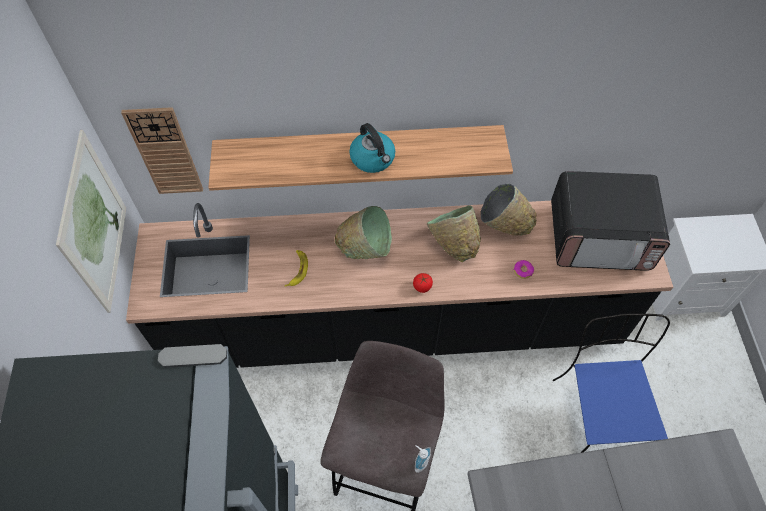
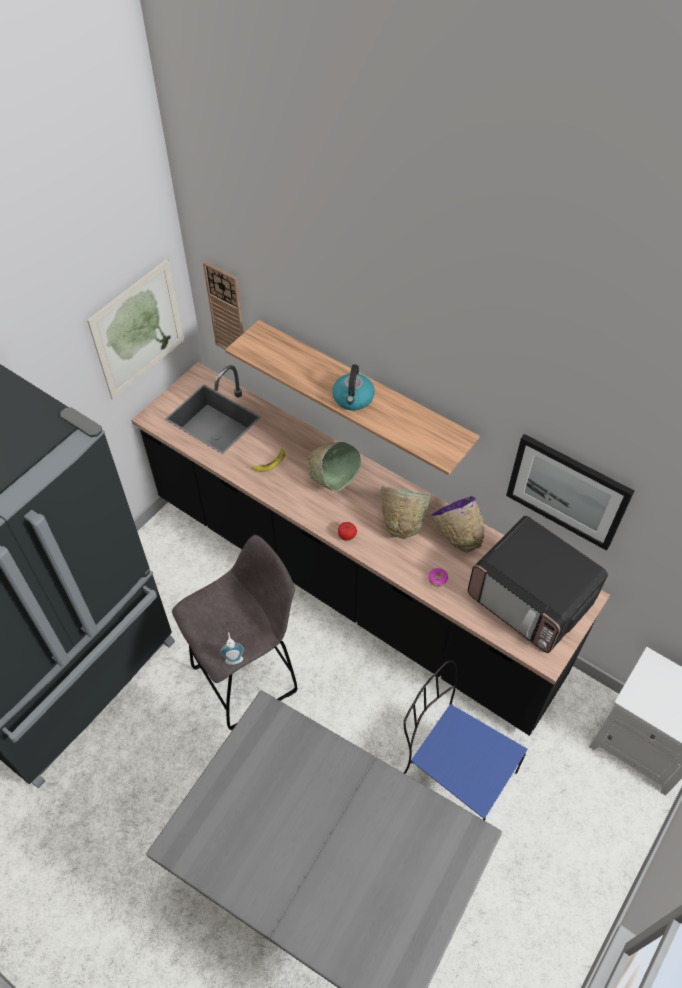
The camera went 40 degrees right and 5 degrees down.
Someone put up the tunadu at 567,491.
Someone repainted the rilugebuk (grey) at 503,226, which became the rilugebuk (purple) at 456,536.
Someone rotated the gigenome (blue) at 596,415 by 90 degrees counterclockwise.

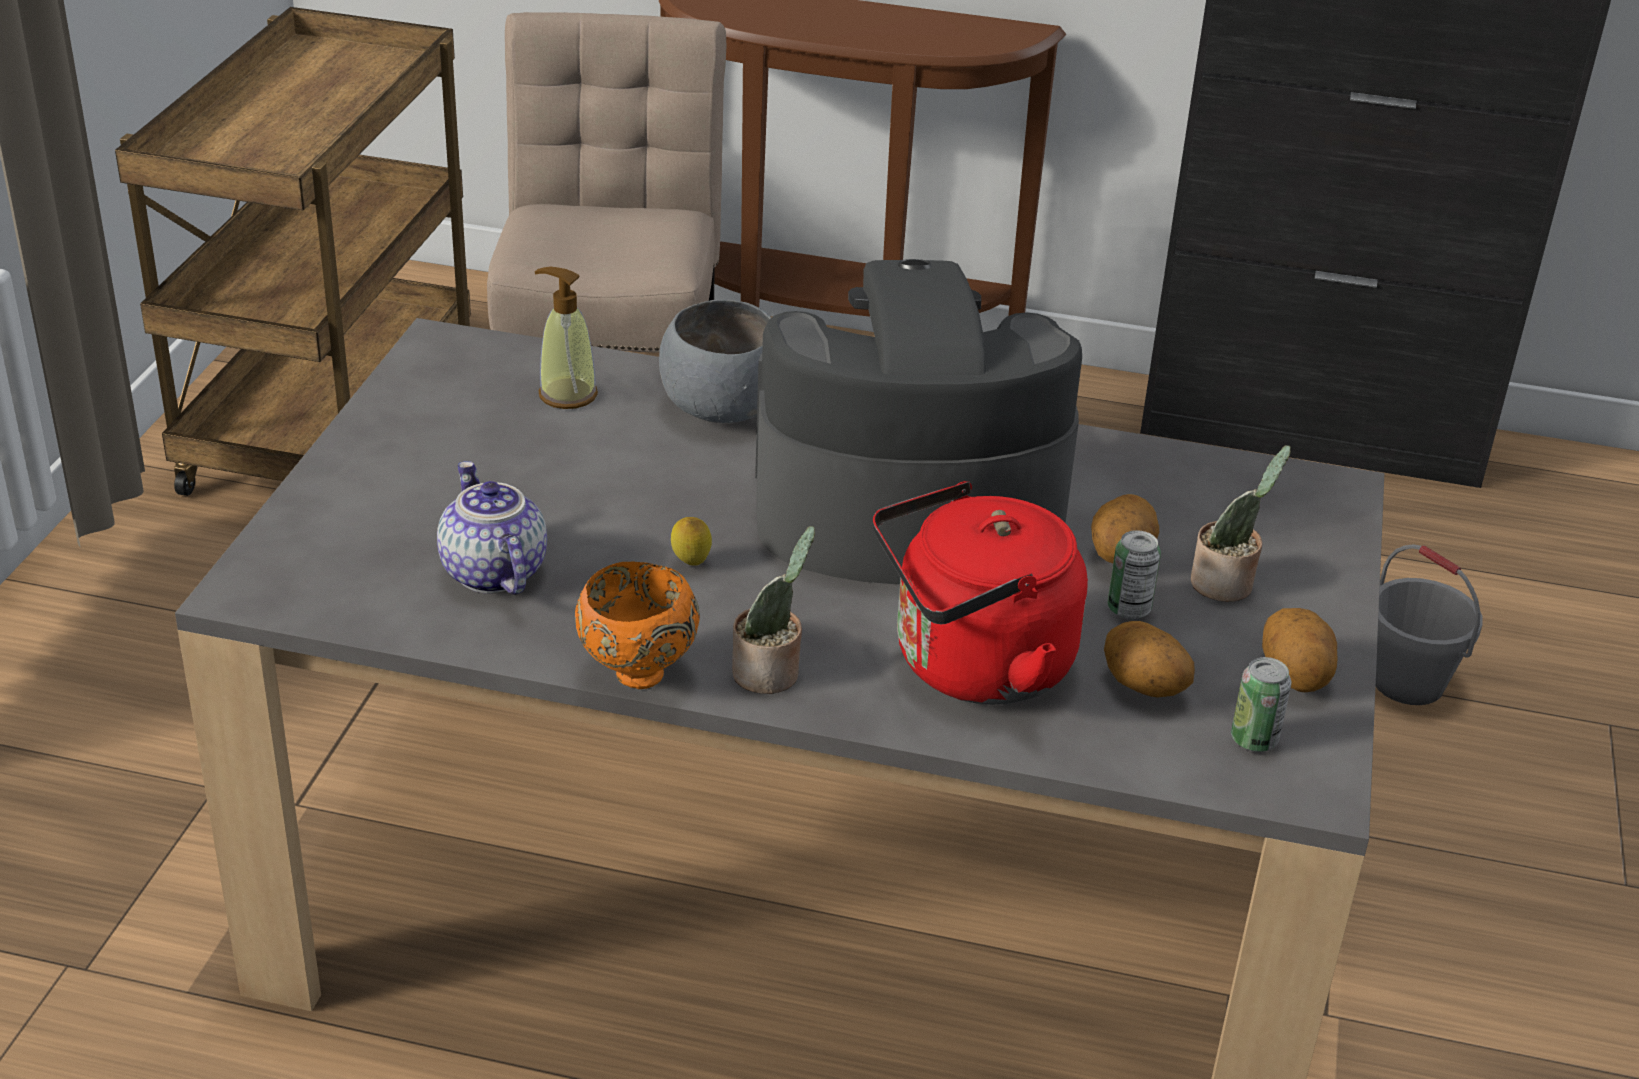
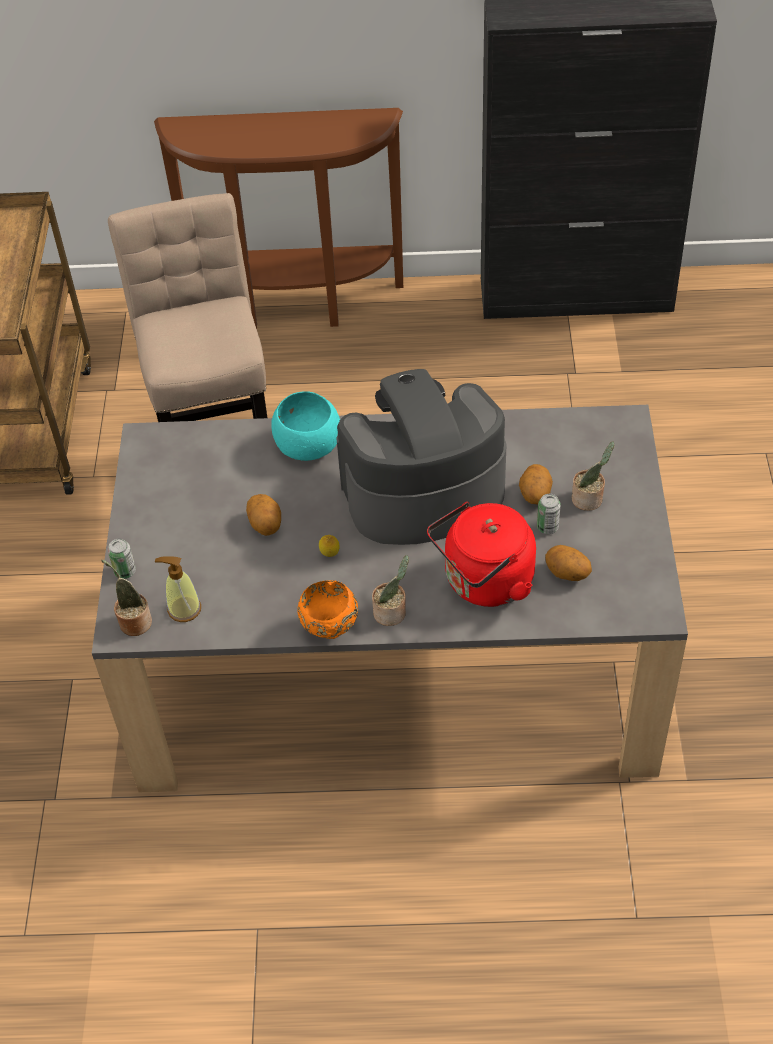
The camera went 10 degrees left and 15 degrees up.
Someone took away the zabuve at 491,572.
Someone took away the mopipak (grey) at 1408,682.
Someone put down the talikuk at 133,621.
Someone carried the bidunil from 567,394 to 184,609.
Someone carried the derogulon from 1254,740 to 125,571.
Someone carried the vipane from 1295,676 to 266,525.
Someone repainted the rilugebuk (grey) at 722,408, which became the rilugebuk (turquoise) at 308,446.

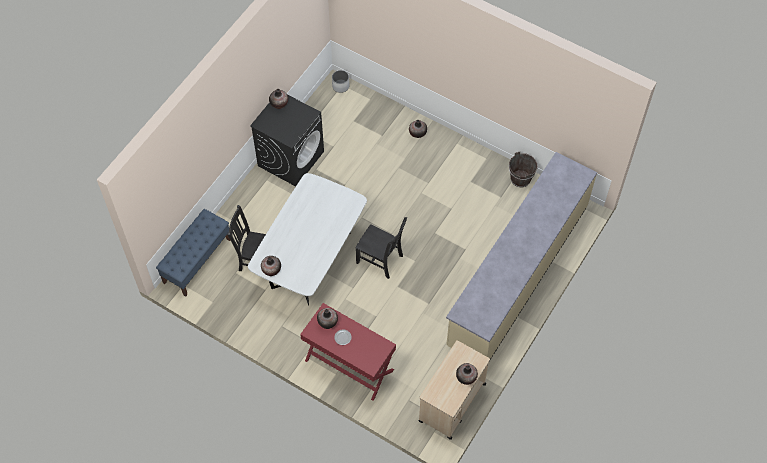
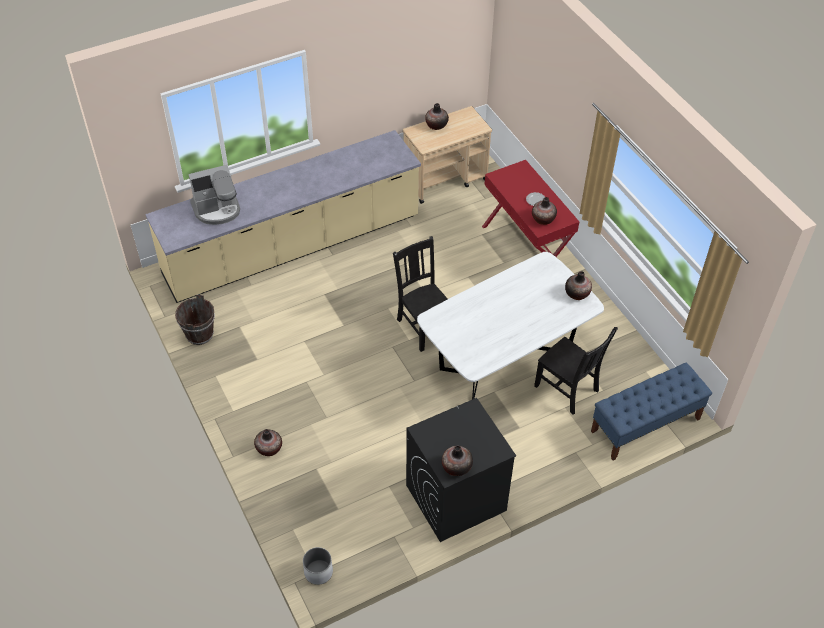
The camera went 150 degrees left and 10 degrees down.
Someone put down the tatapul at 217,209.

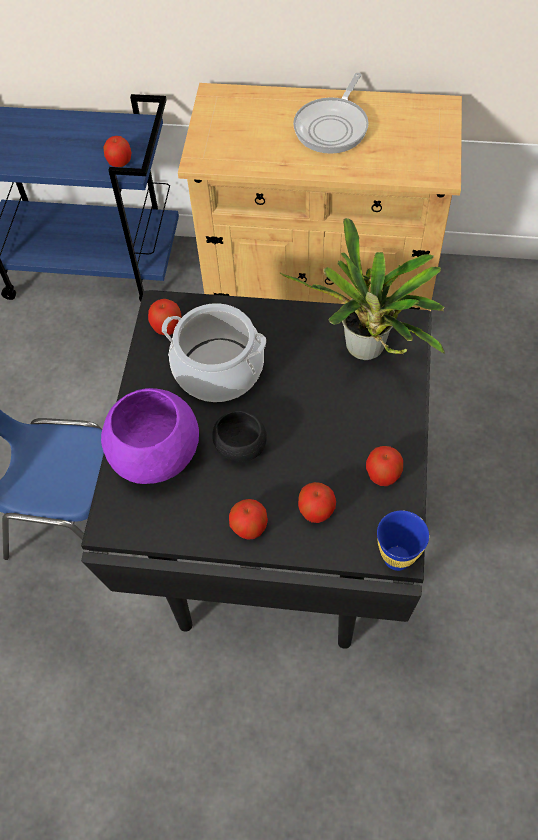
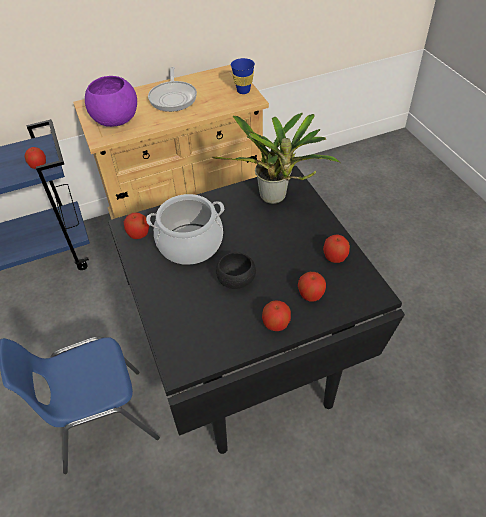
The camera went 30 degrees left and 10 degrees down.
Someone carried the rilugebuk (purple) from 156,457 to 116,121.
Someone carried the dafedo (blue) from 397,558 to 243,91.

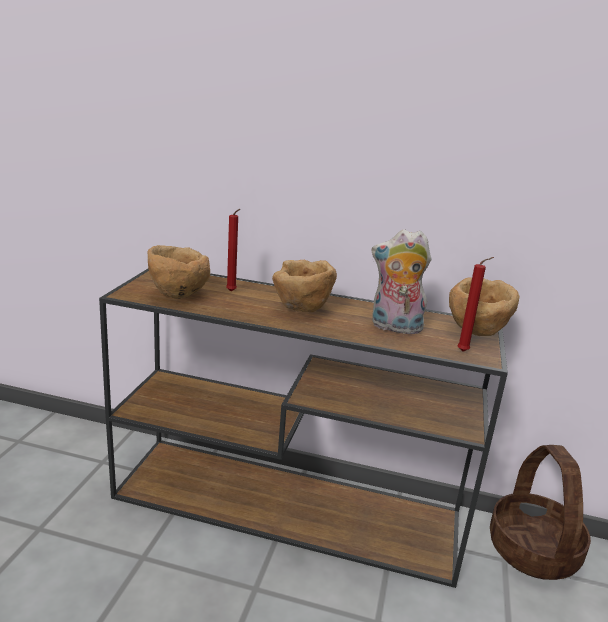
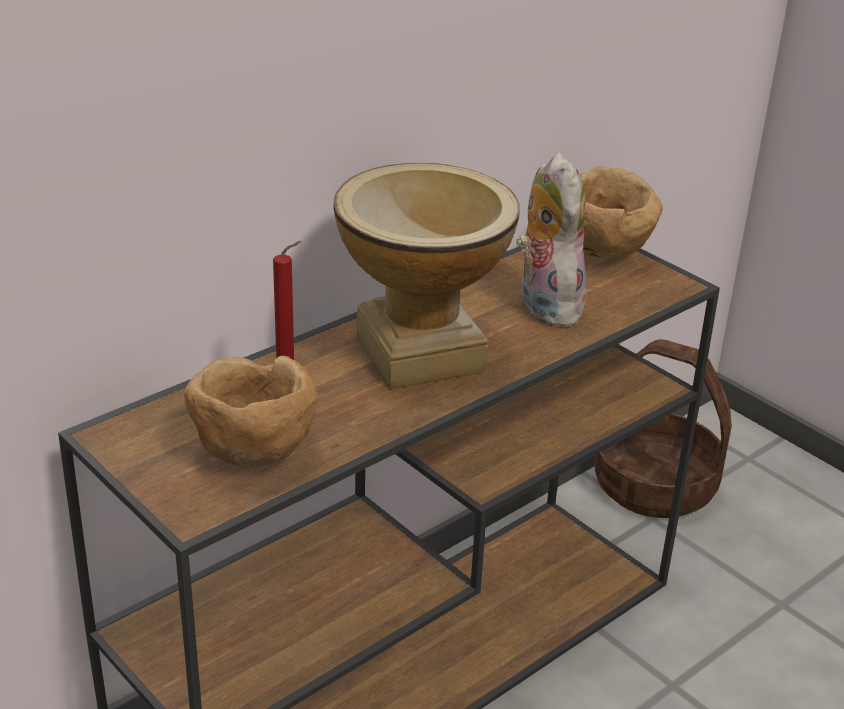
The camera went 55 degrees left and 10 degrees up.
Someone took away the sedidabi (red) at 465,352.
Someone swapped the rilugebuk (brown) at 302,309 for the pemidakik at 421,354.
Someone rotated the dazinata at 394,328 by 120 degrees clockwise.

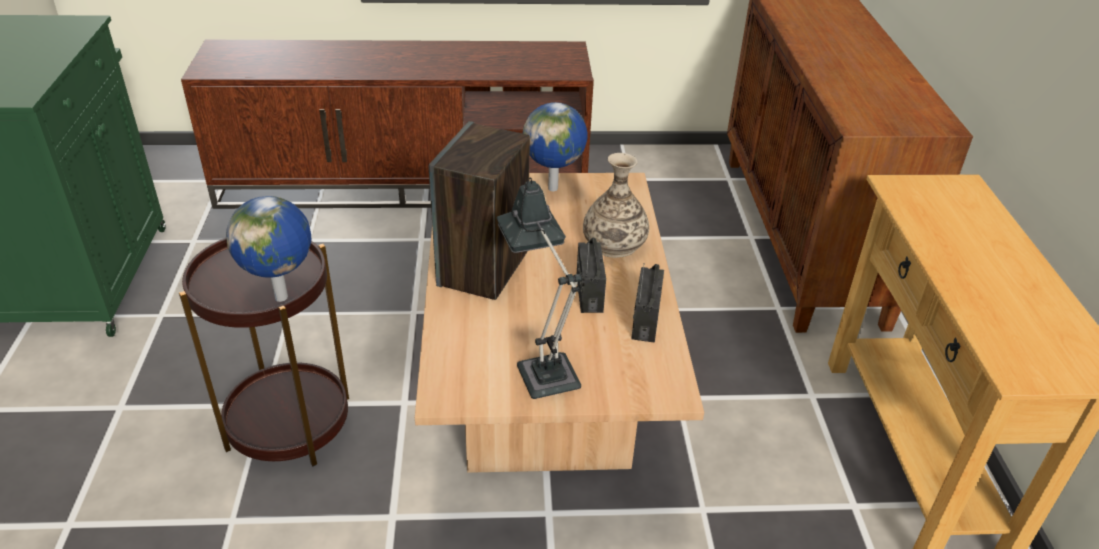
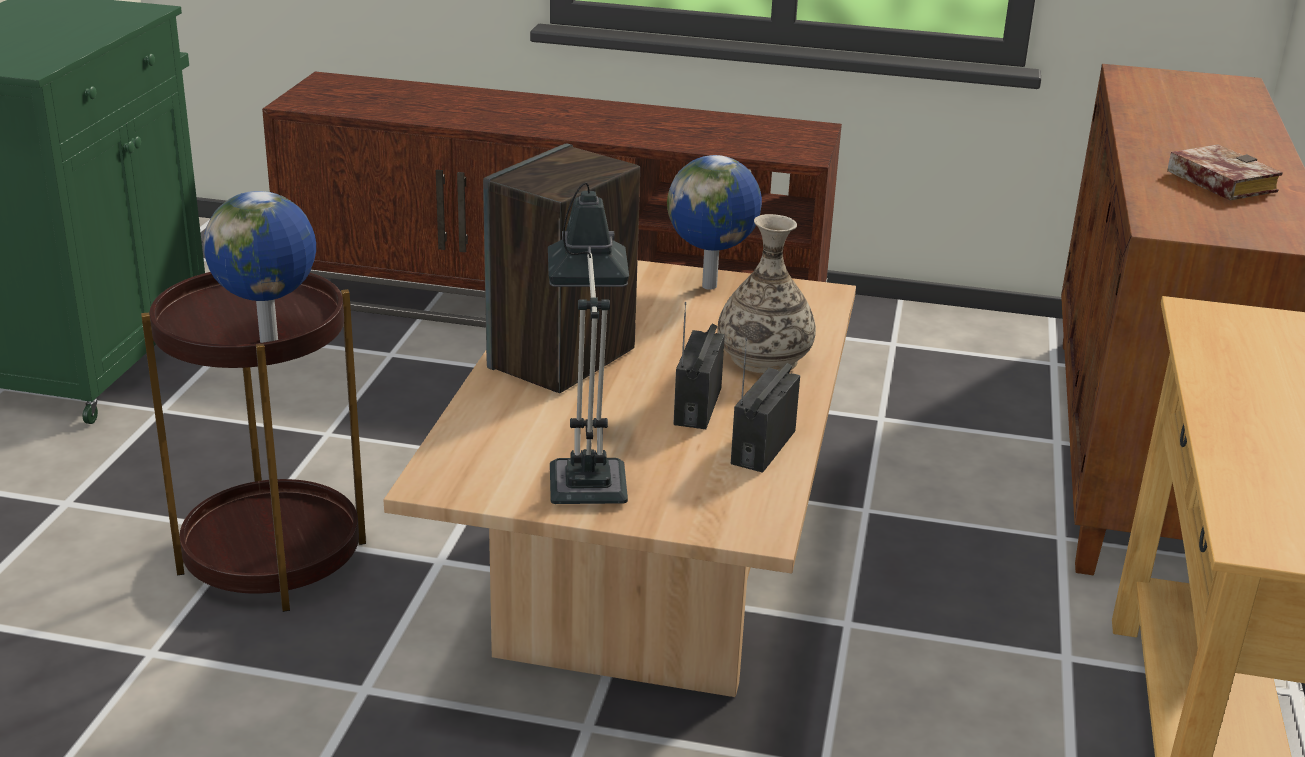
The camera went 15 degrees right and 10 degrees down.
Someone put down the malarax at 1216,182.

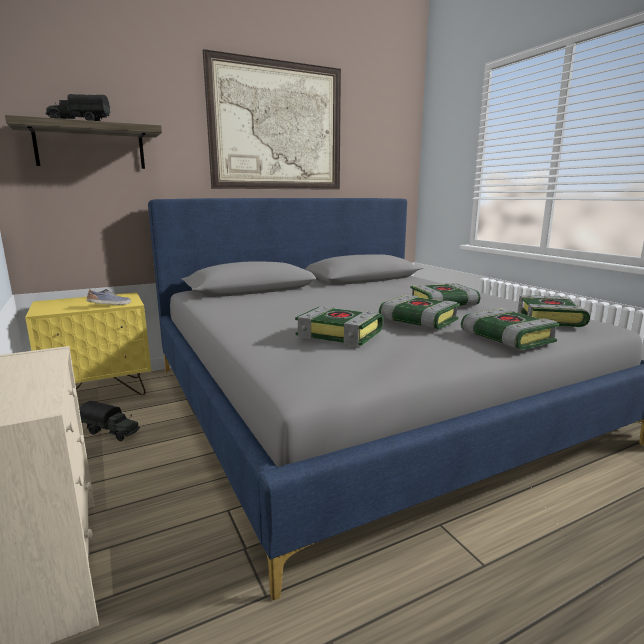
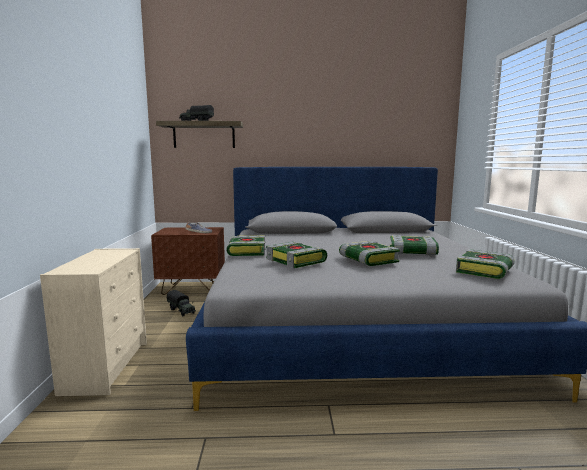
The camera went 25 degrees right and 5 degrees down.
Someone took away the tunadu at 277,127.
Someone carried the malarax from 505,338 to 246,251.
Someone repainted the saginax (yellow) at 100,392, which became the saginax (brown) at 192,289.

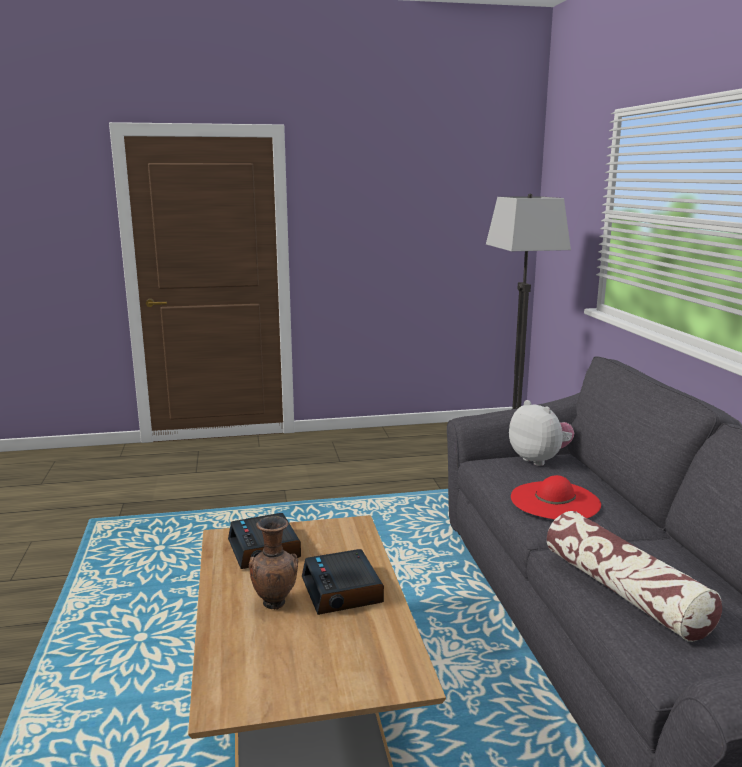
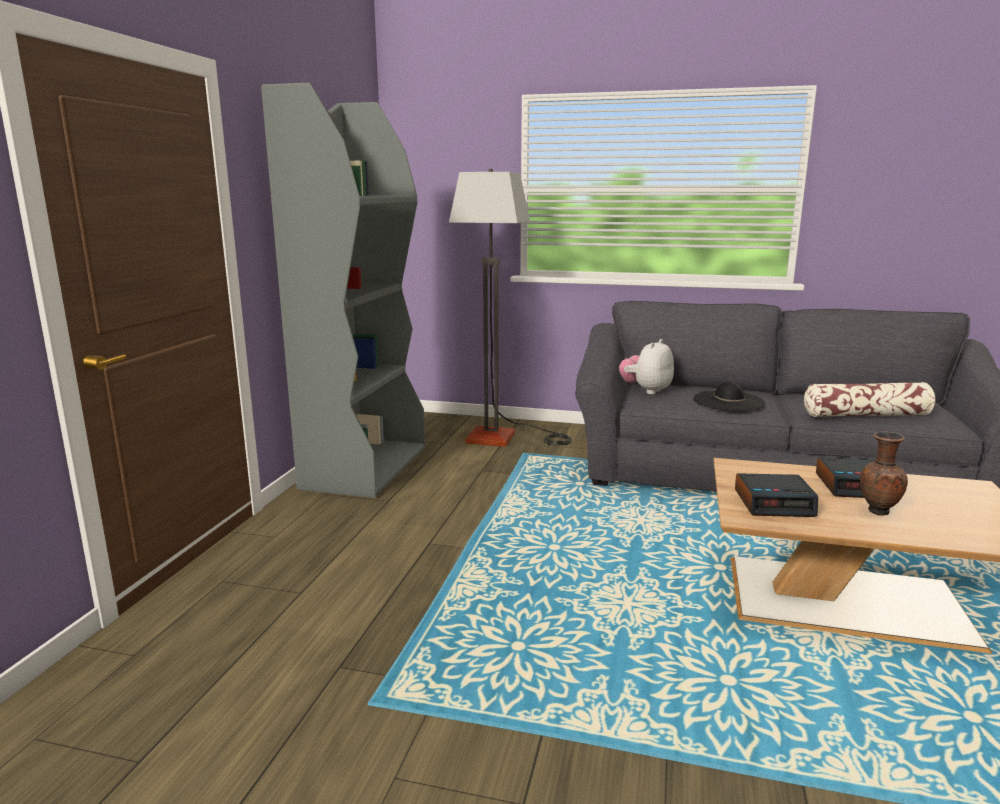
The camera went 65 degrees left and 0 degrees up.
Someone put down the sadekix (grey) at 365,467.
Someone repainted the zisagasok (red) at 555,501, which became the zisagasok (black) at 729,401.
Someone rotated the dazinata at 539,459 by 45 degrees counterclockwise.

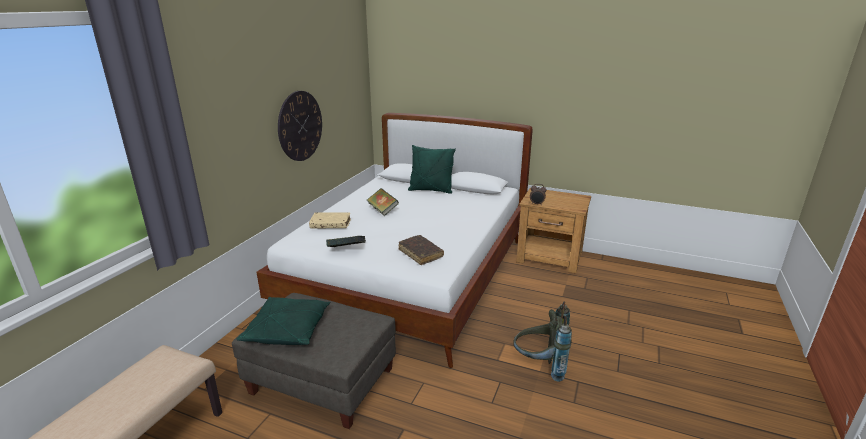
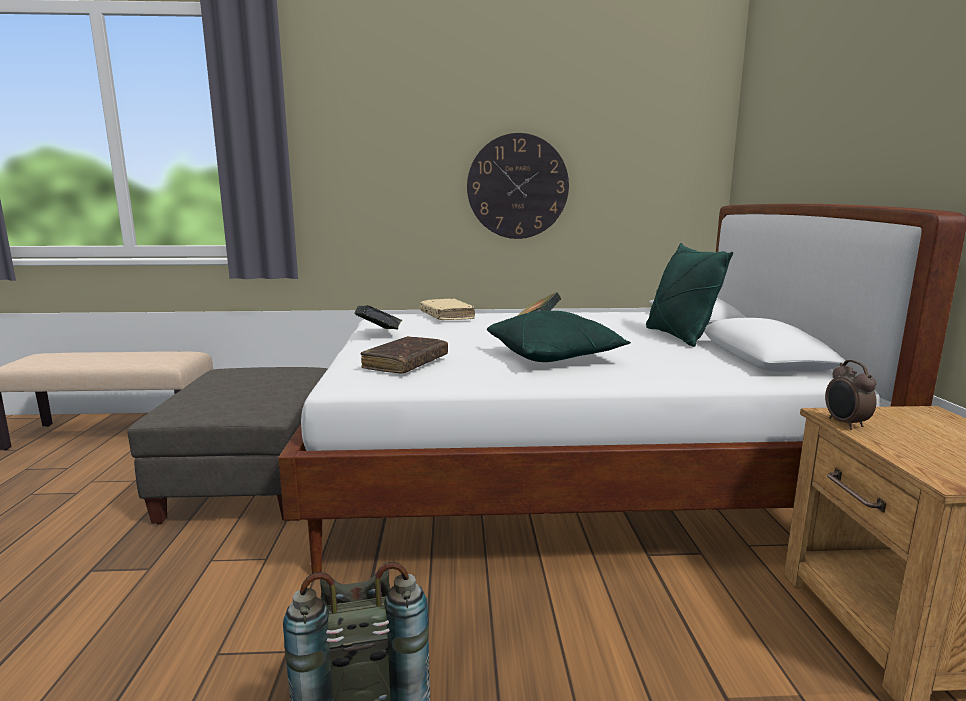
The camera went 65 degrees right and 10 degrees down.
Someone carried the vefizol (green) from 288,330 to 554,356.

